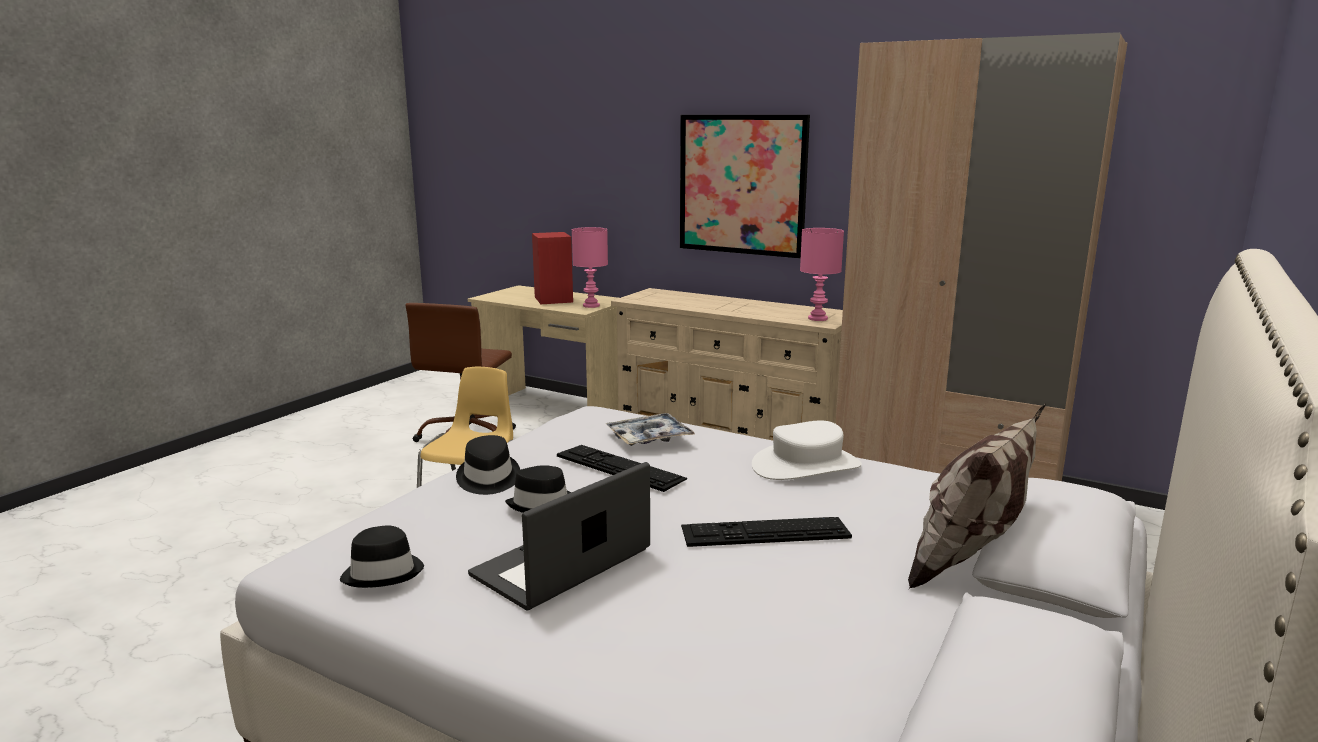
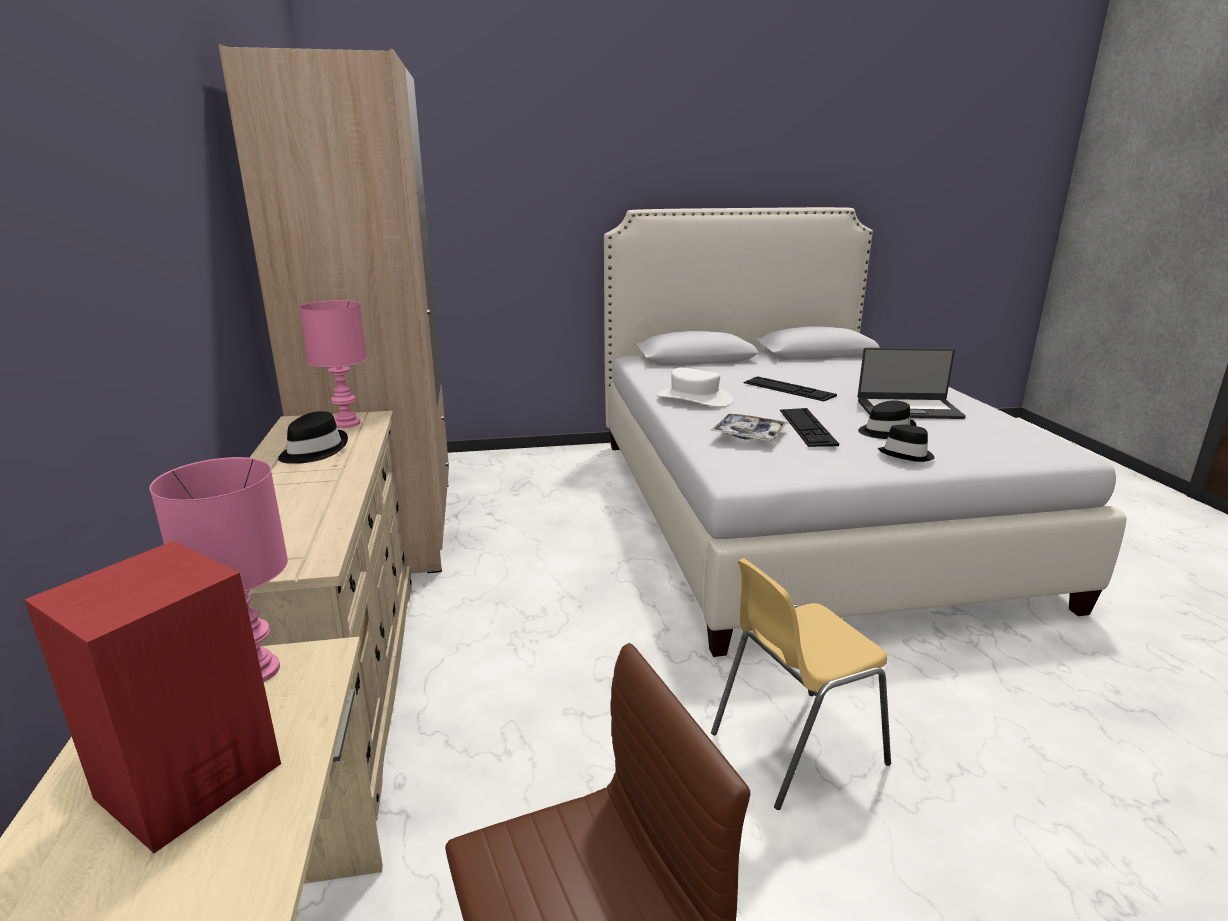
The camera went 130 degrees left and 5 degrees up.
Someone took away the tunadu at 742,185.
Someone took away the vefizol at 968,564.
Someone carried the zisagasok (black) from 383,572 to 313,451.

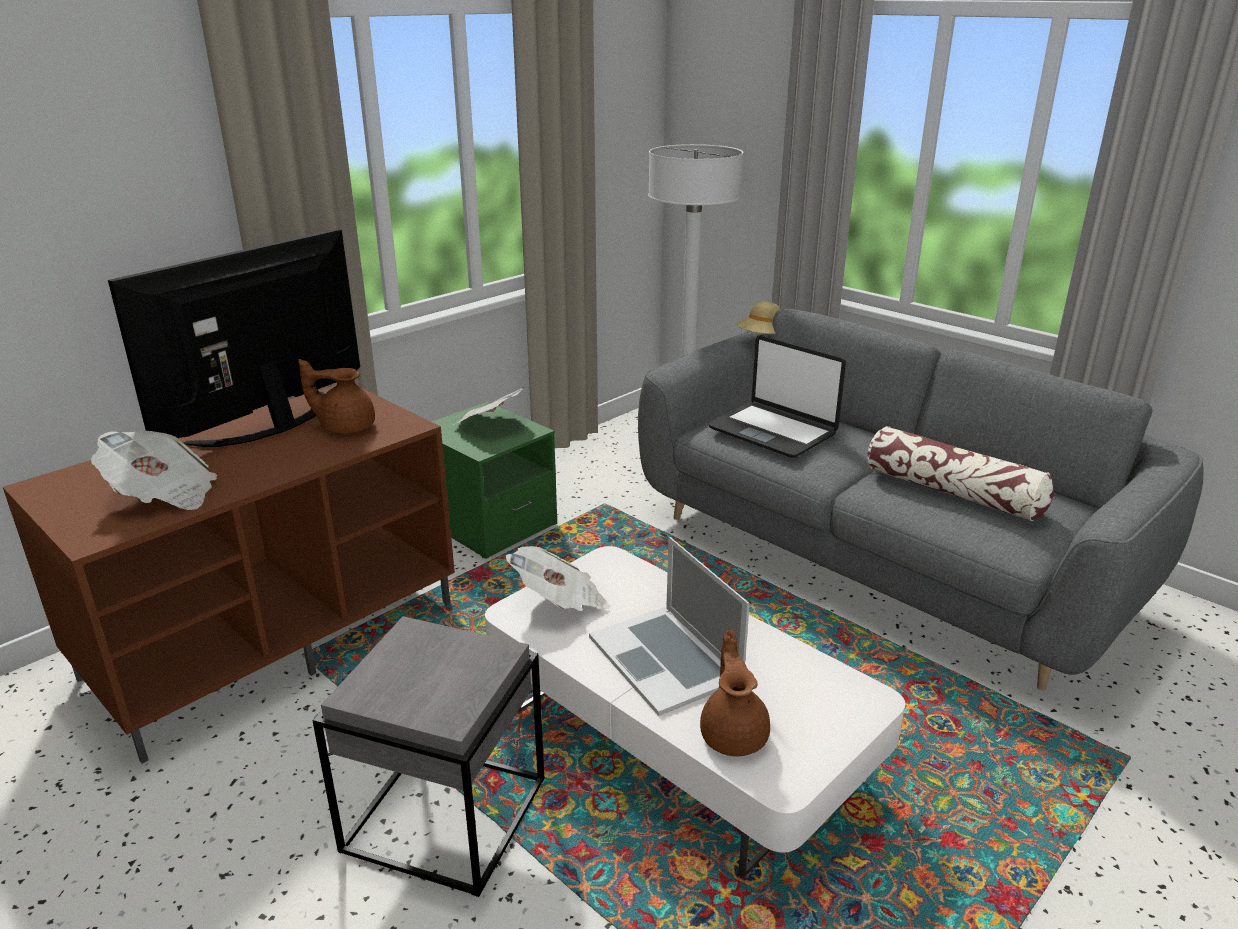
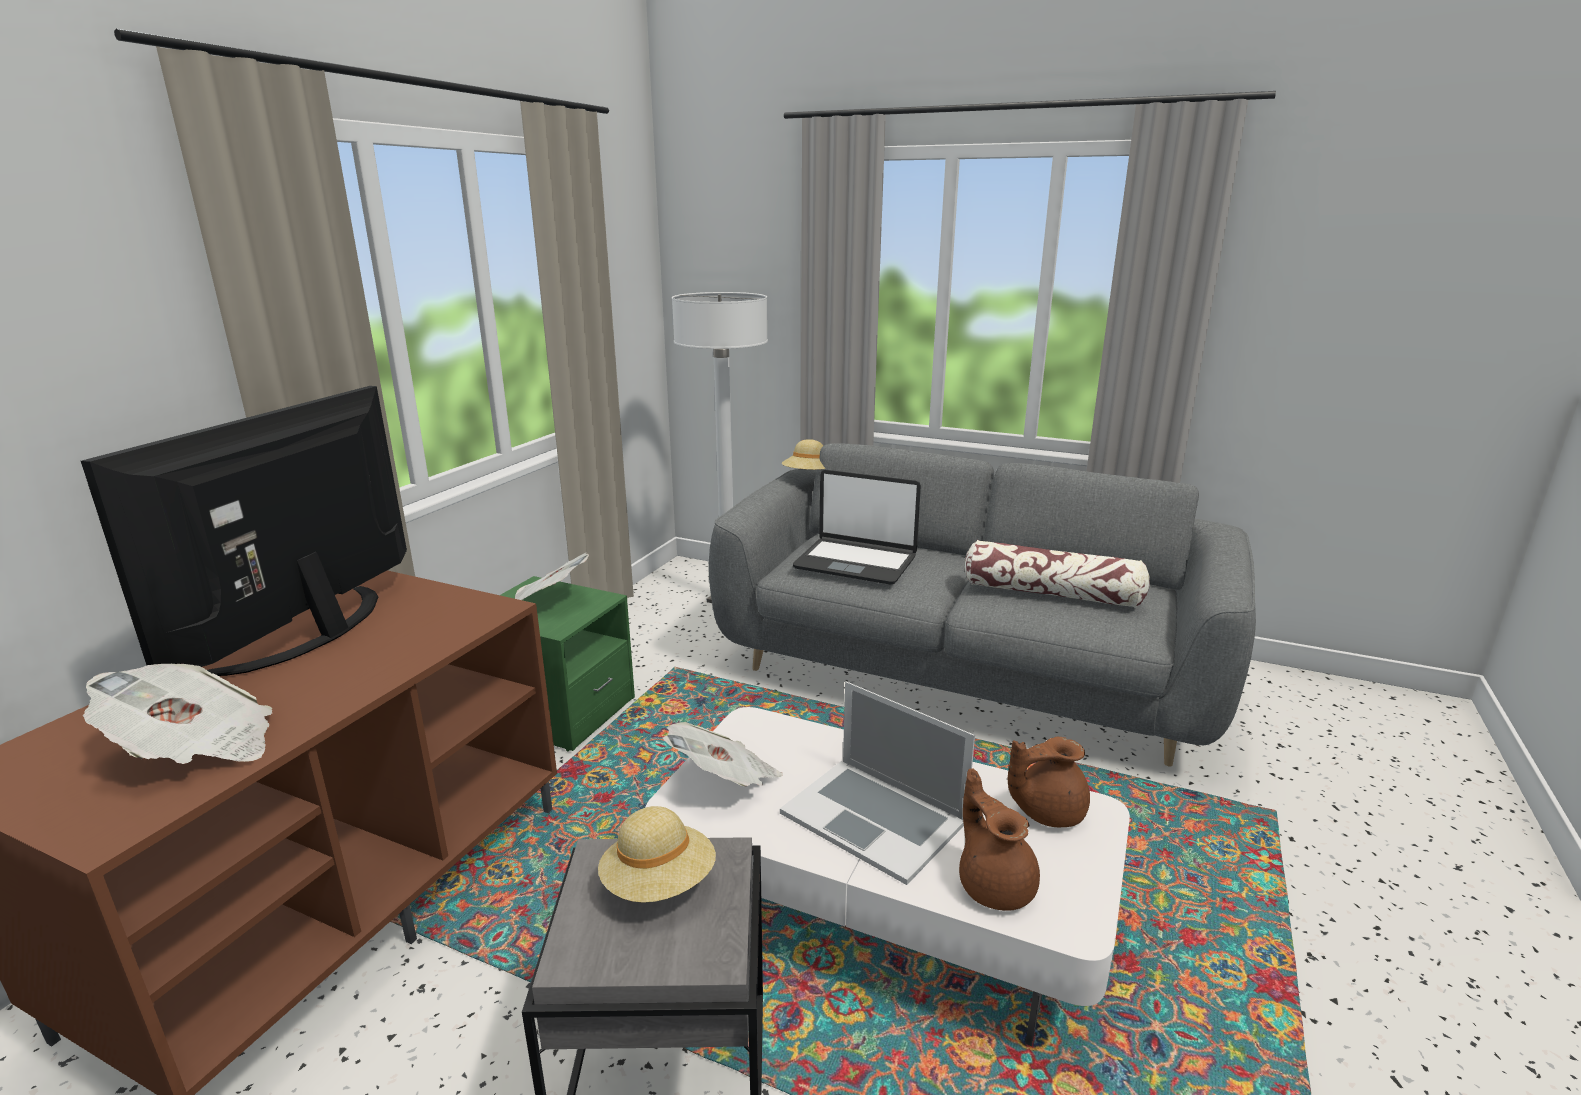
The camera went 20 degrees left and 5 degrees down.
Someone put down the zisagasok (beige) at 659,883.
Someone carried the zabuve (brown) from 345,427 to 1046,811.

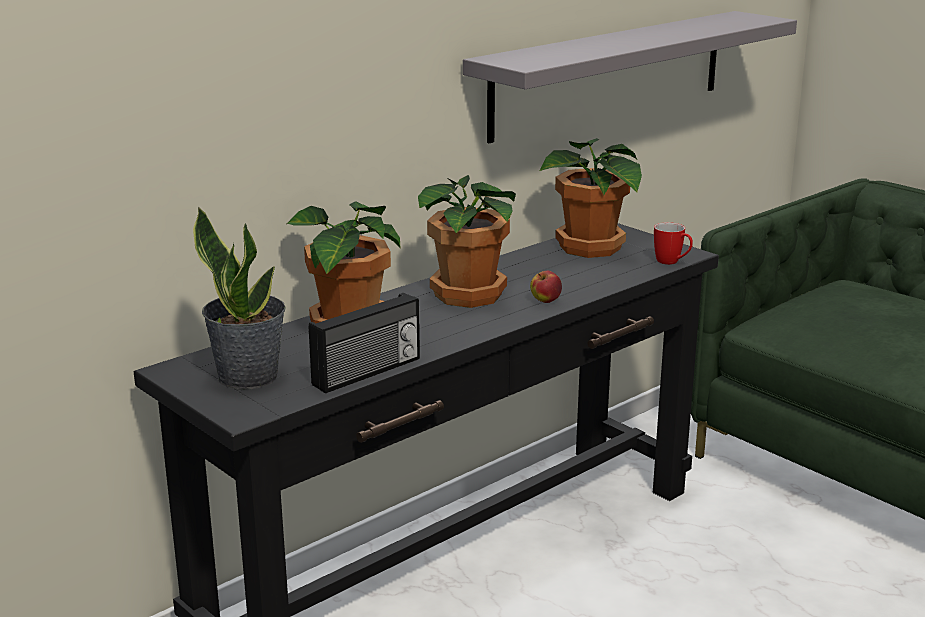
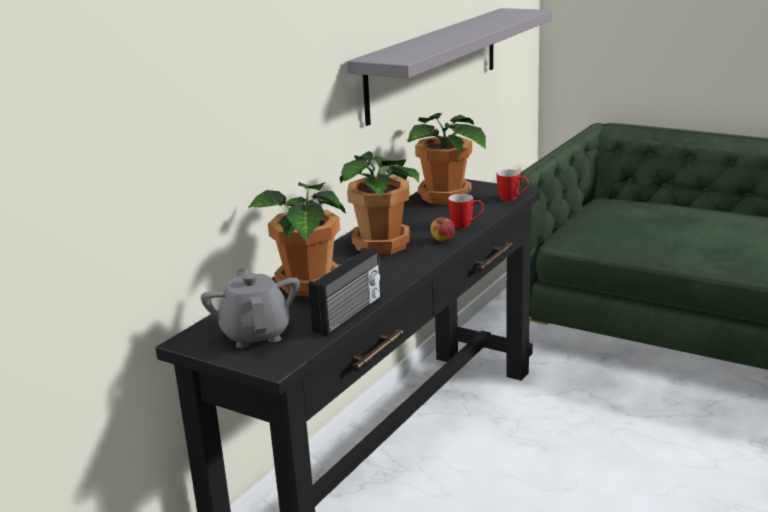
The camera went 15 degrees left and 0 degrees up.
Someone put down the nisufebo at 466,225.
Someone swapped the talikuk at 248,376 for the zabuve (grey) at 256,334.

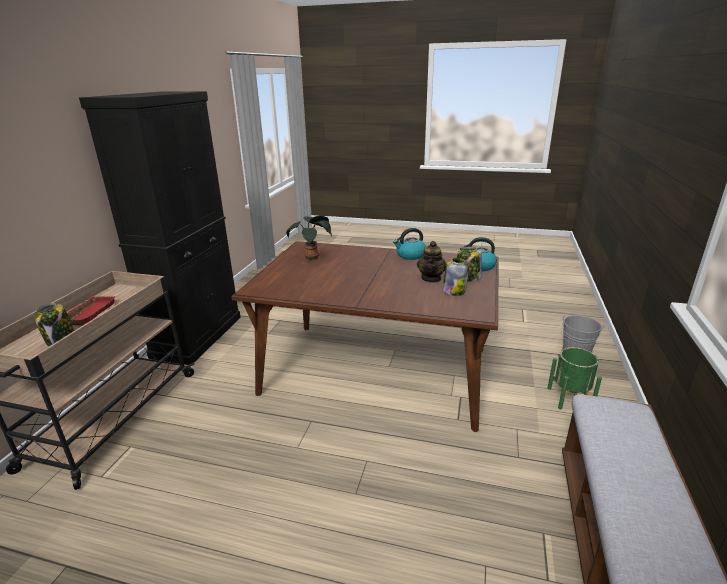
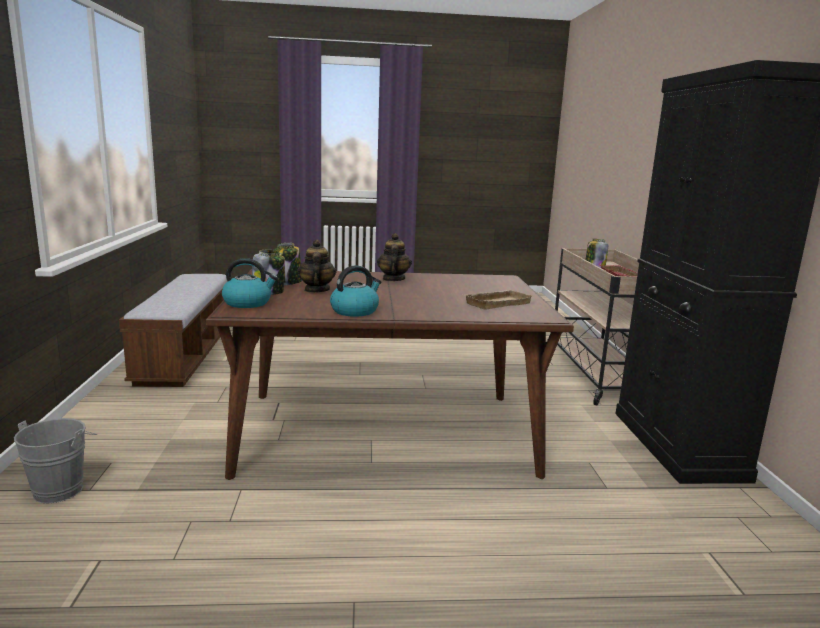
The camera went 160 degrees right and 10 degrees down.
Someone took away the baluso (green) at 570,398.
Someone put down the zabuve at 393,279.
Someone swapped the talikuk at 312,257 for the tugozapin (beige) at 497,303.

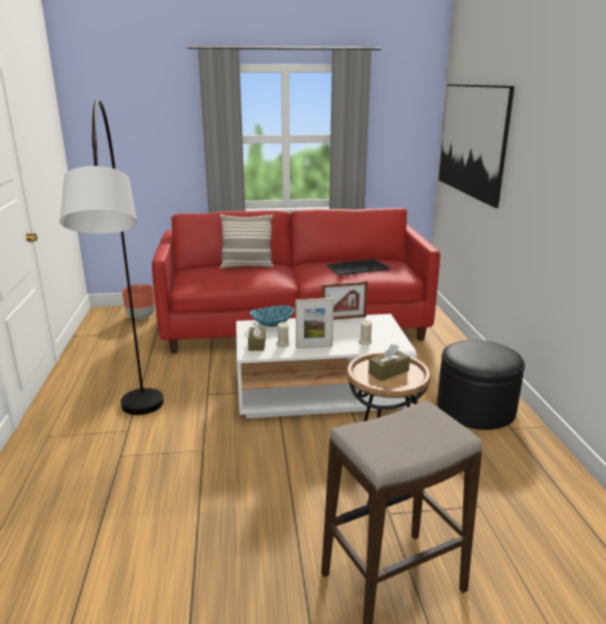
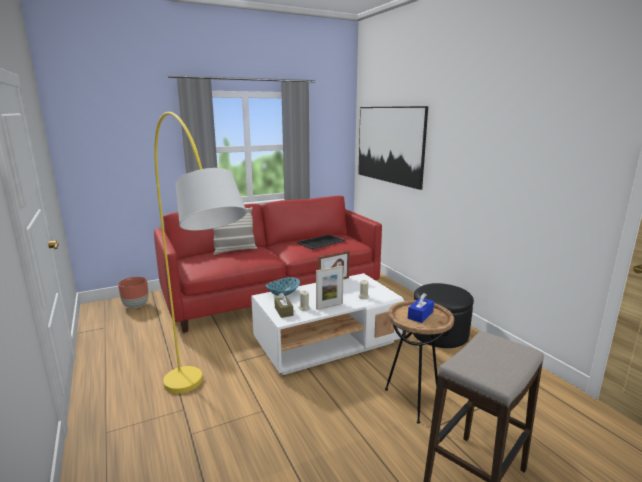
The camera went 20 degrees left and 5 degrees down.
Someone repainted the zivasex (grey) at 141,449, which became the zivasex (yellow) at 207,423.
Someone repainted the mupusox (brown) at 388,372, which became the mupusox (blue) at 420,315.

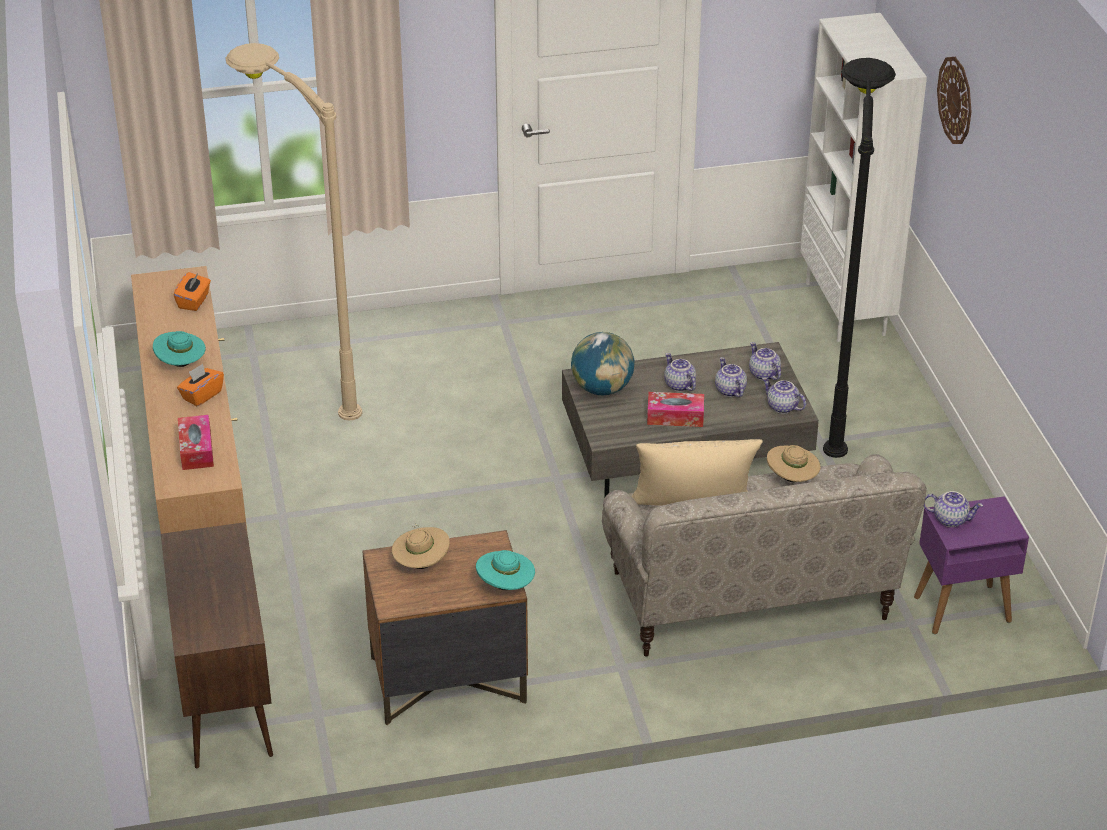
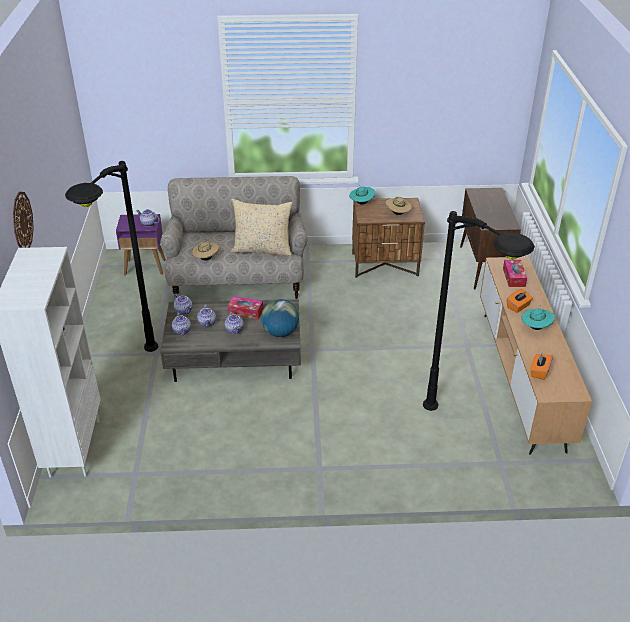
The camera went 170 degrees left and 0 degrees up.
Someone repainted the zivasex (beige) at 301,381, which became the zivasex (black) at 463,434.

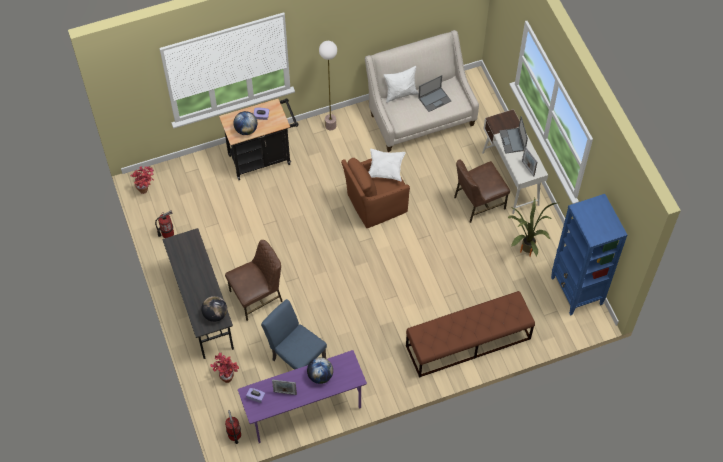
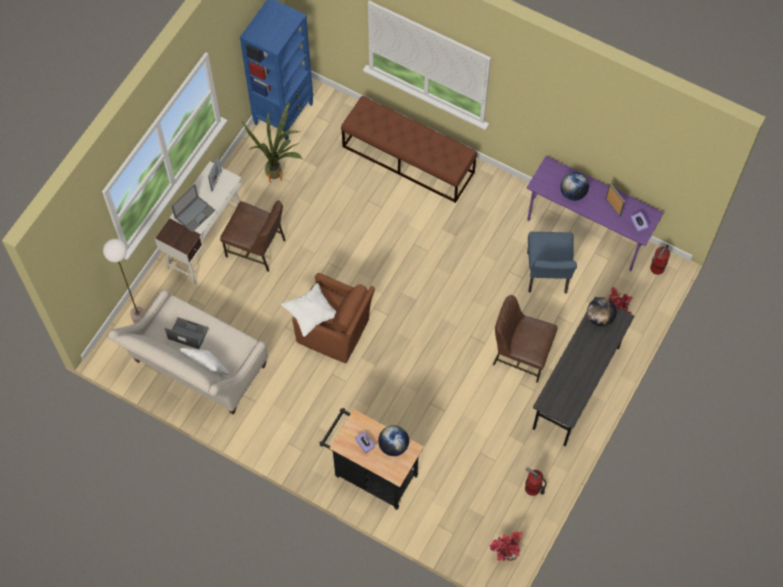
The camera went 130 degrees left and 5 degrees up.
Someone carried the zivasex from 330,125 to 139,319.

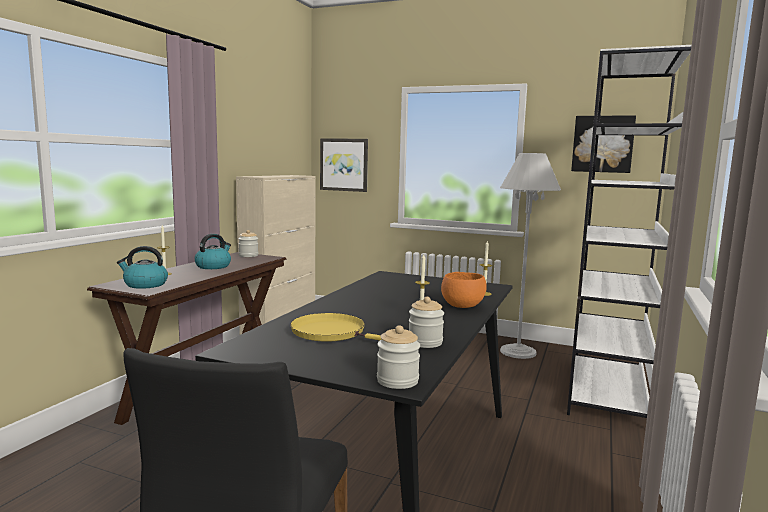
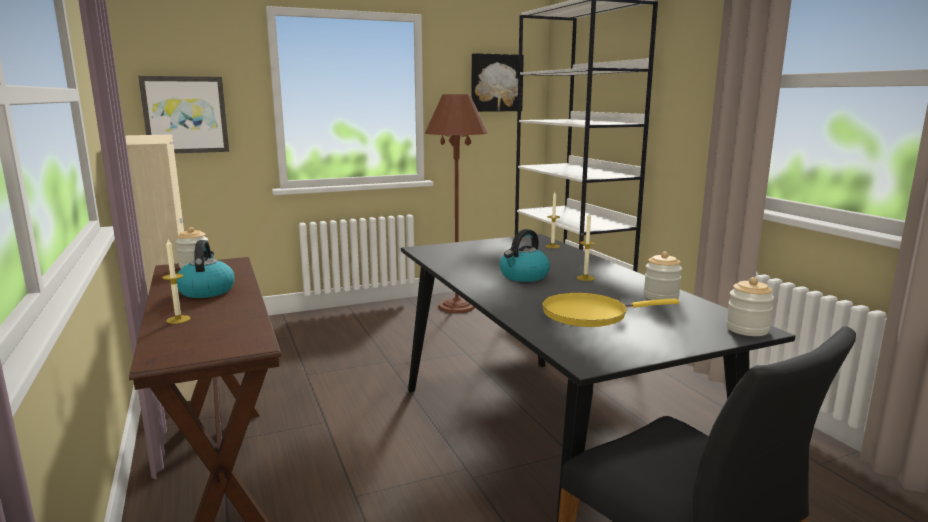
The camera went 45 degrees left and 5 degrees up.
Someone took away the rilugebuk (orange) at 462,306.
Someone carried the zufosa from 145,284 to 523,276.
Someone repainted the zivasex (white) at 518,352, which became the zivasex (brown) at 457,306.

